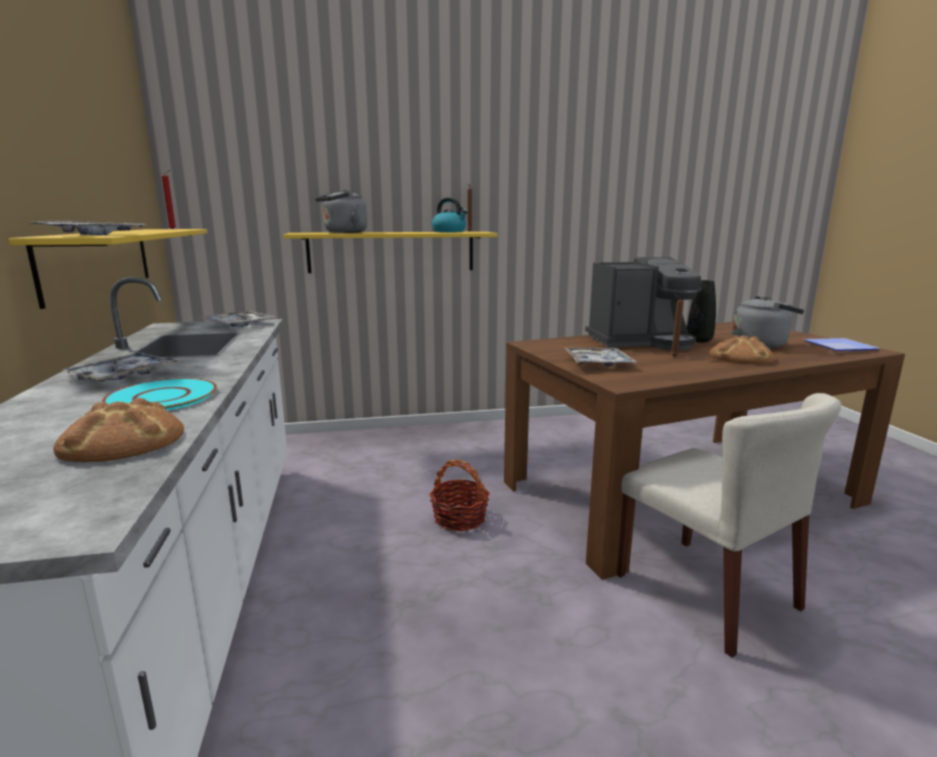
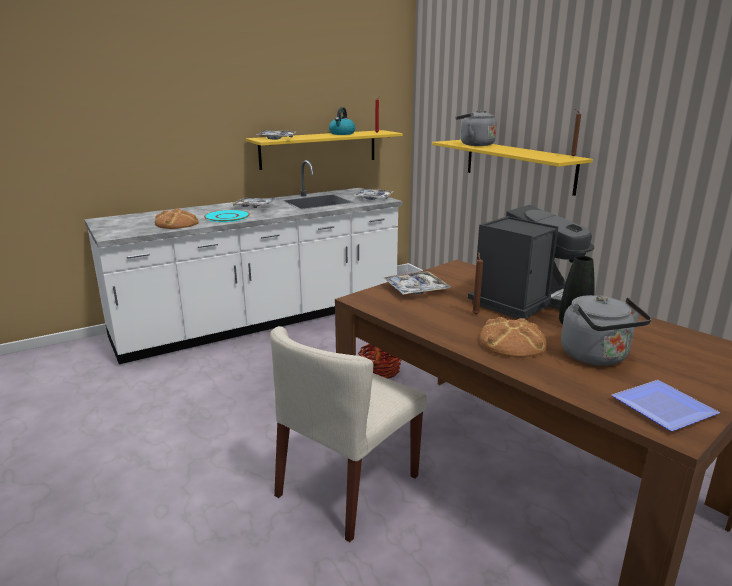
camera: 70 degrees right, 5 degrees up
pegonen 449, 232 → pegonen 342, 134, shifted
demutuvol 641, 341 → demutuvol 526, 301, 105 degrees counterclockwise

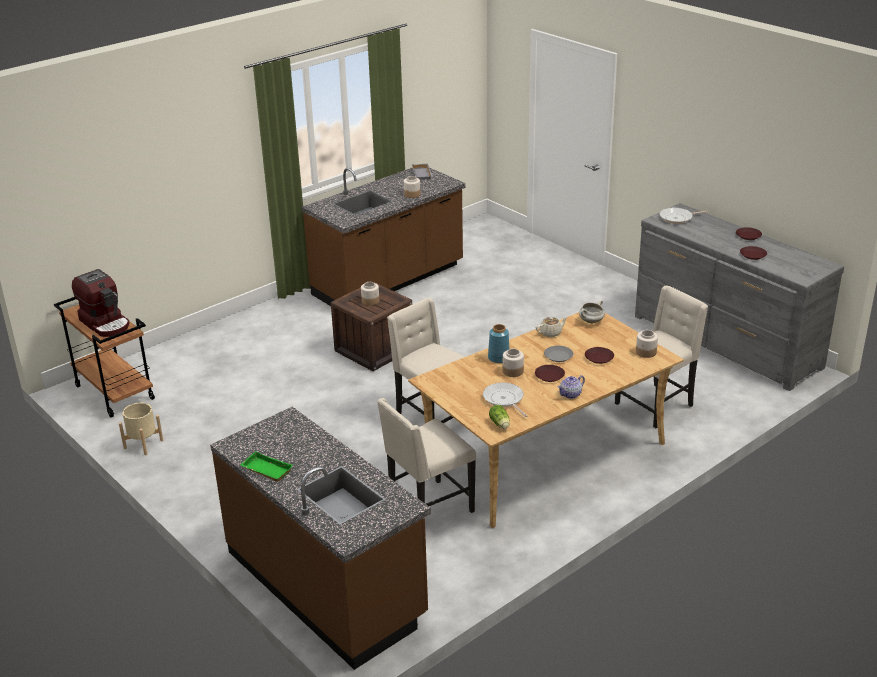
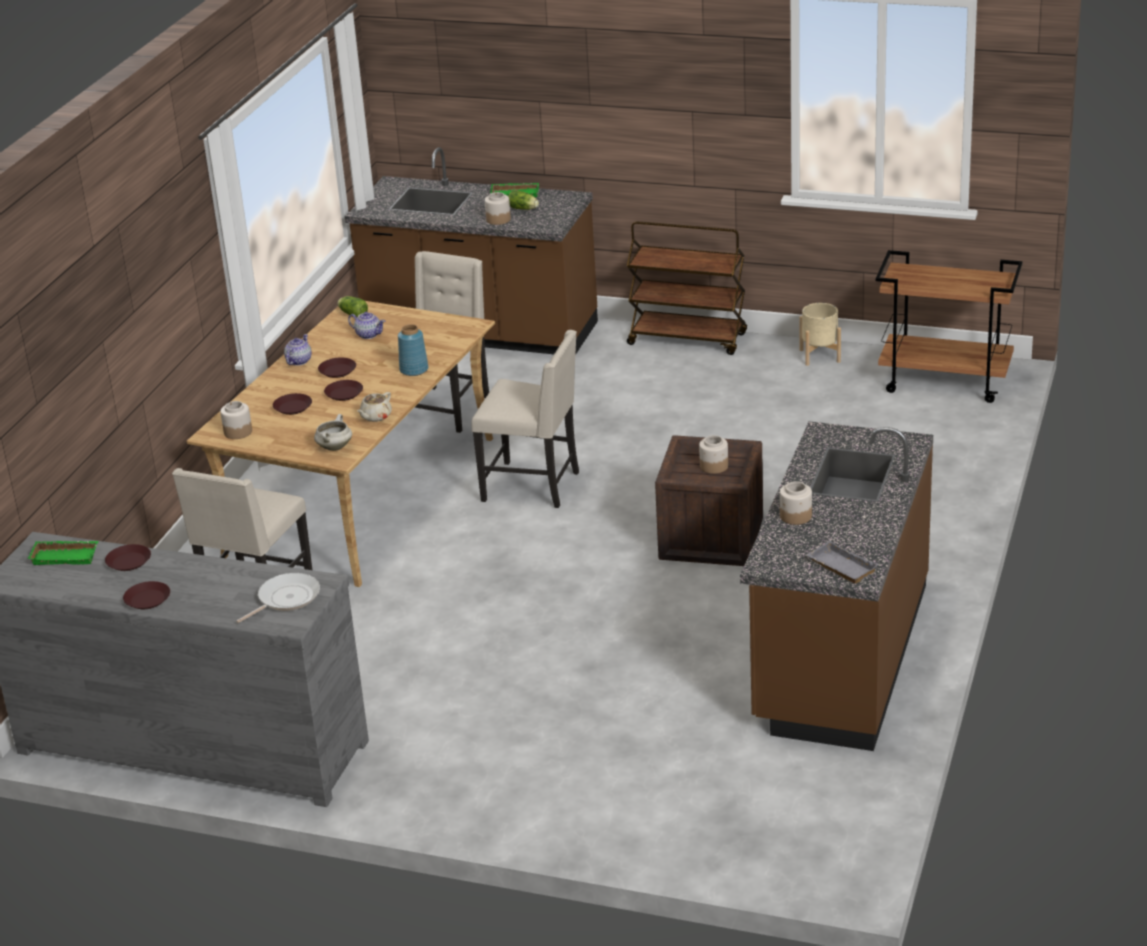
camera: 150 degrees right, 0 degrees up
demutuvol 106, 323 → -
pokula 504, 399 → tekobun 368, 334
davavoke 513, 371 → davavoke 498, 219, shifted
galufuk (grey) 558, 356 → galufuk (brown) 343, 394
- → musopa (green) 66, 556
- → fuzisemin 524, 209
- → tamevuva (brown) 688, 339

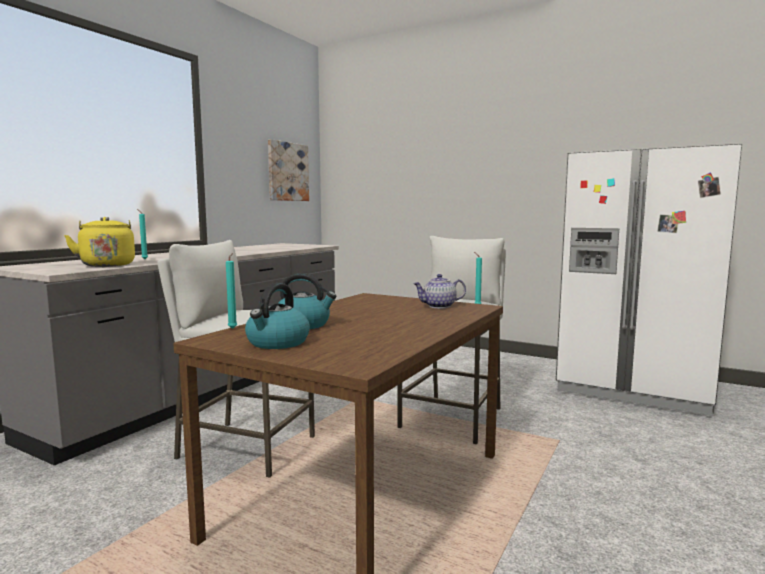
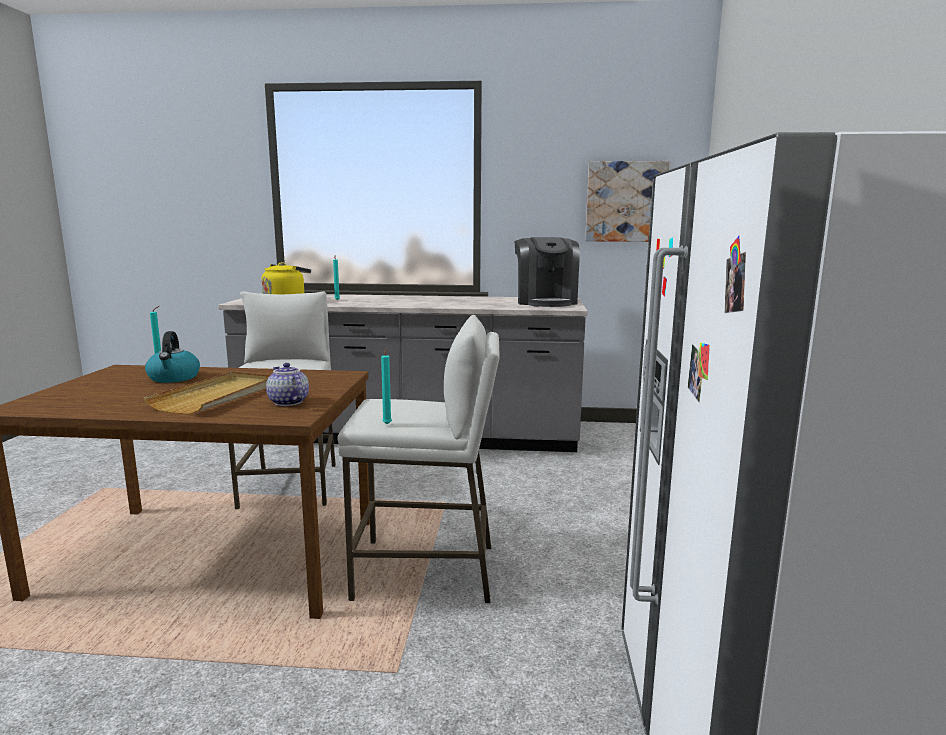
camera: 65 degrees right, 5 degrees up
pegonen 277, 343 → -
- → musopa (beige) 218, 396
- → demutuvol 545, 302

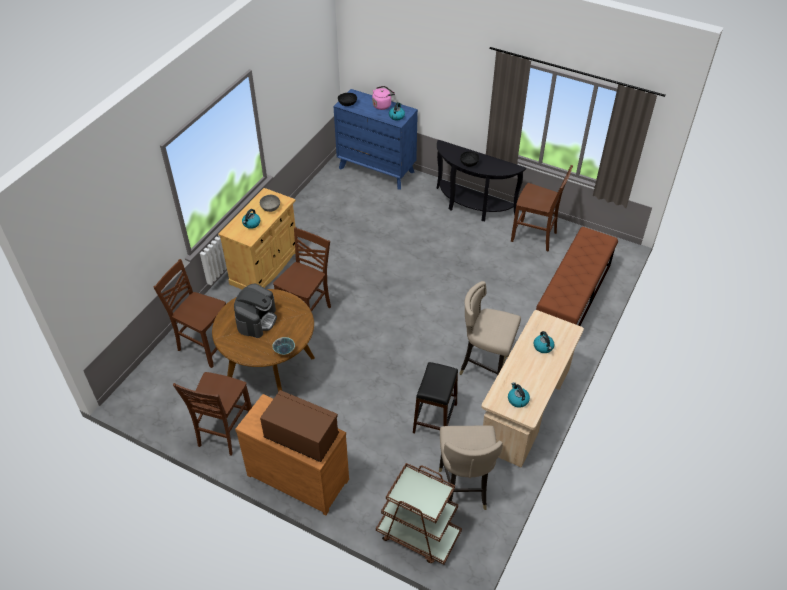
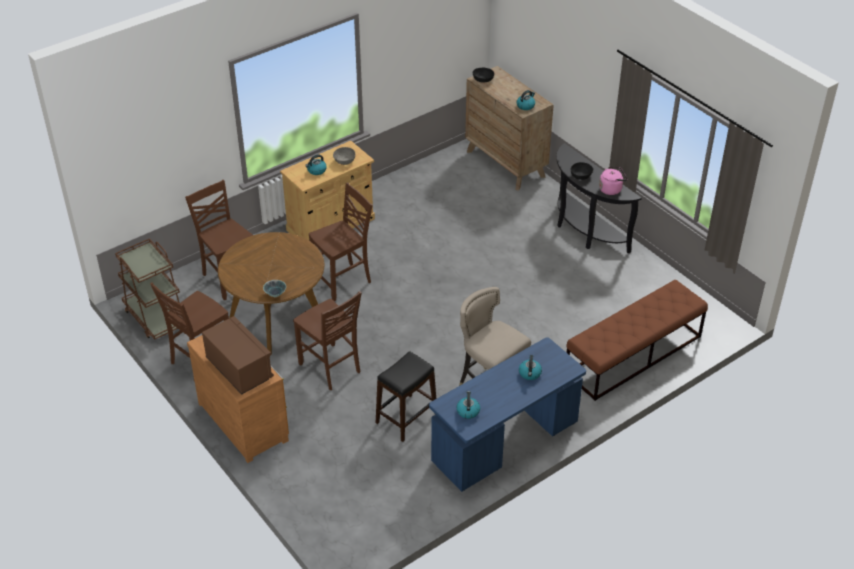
camera: 25 degrees right, 5 degrees down
demutuvol 257, 320 → -
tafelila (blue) 376, 170 → tafelila (brown) 505, 164
pegonen (pink) 382, 105 → pegonen (pink) 611, 189, shifted
tamevuva (brown) 418, 534 → tamevuva (brown) 155, 318, shifted
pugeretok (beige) 464, 488 → -
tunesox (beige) 526, 409 → tunesox (blue) 505, 442
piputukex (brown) 535, 237 → piputukex (brown) 331, 368, shifted

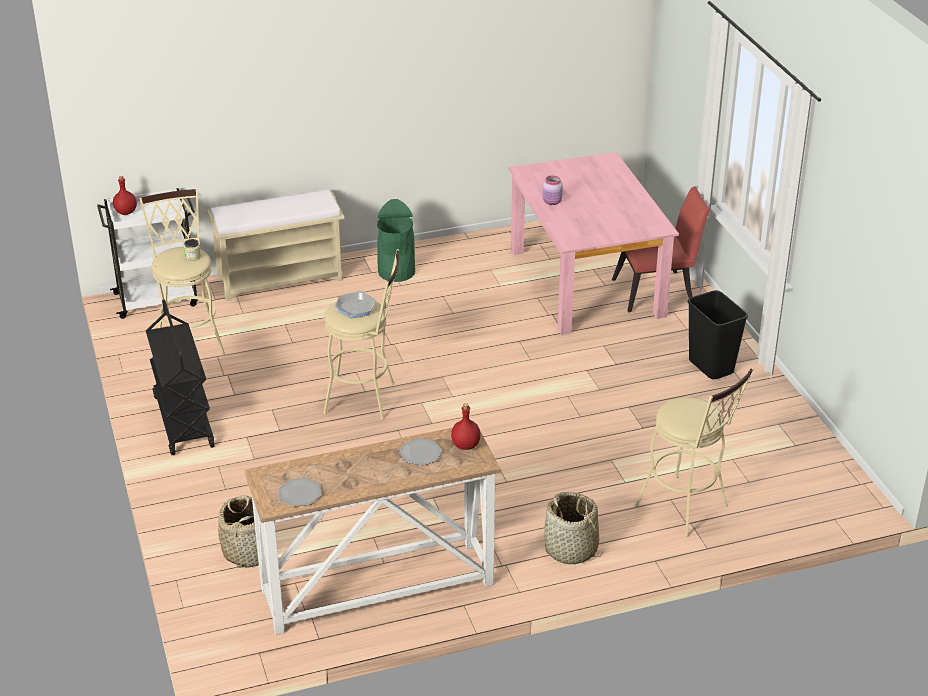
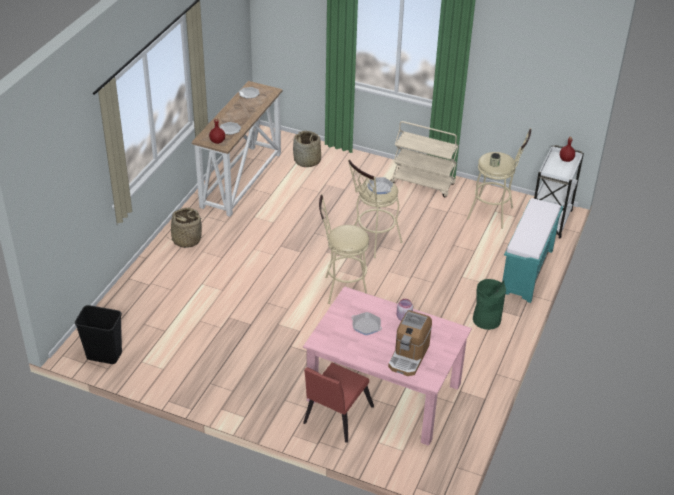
camera: 130 degrees right, 5 degrees up
tamevuva (black) 183, 421 → tamevuva (beige) 423, 183
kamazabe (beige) 281, 278 → kamazabe (turquoise) 527, 272
pugeretok (beige) 687, 509 → pugeretok (beige) 341, 289, shifted
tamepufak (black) 712, 367 → tamepufak (black) 104, 356, shifted
- → pokula 366, 326
- → demutuvol 409, 356

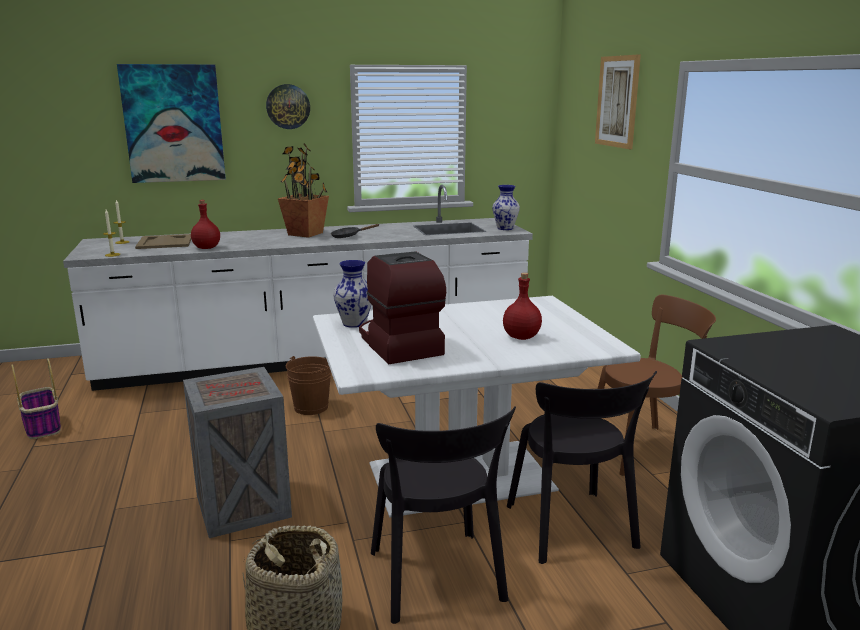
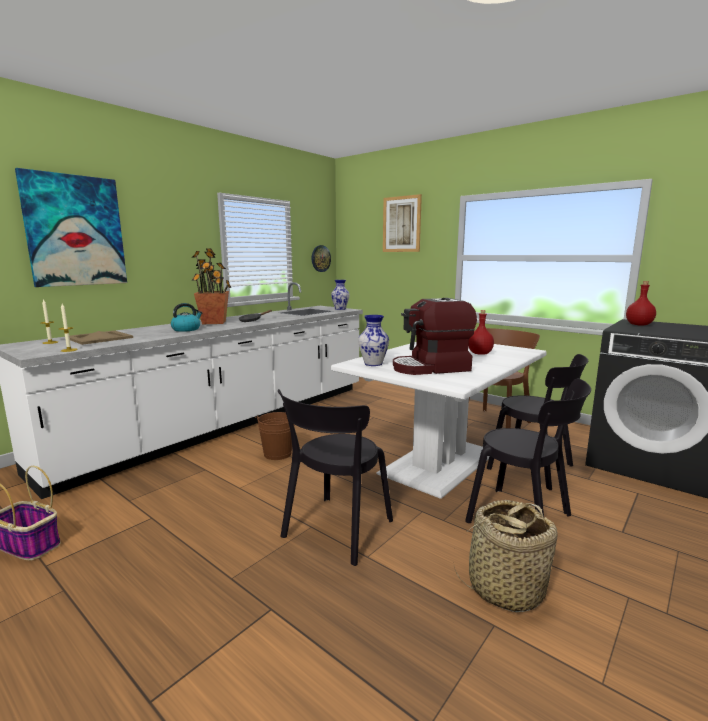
camera: 35 degrees left, 5 degrees down
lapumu 241, 505 → piputukex (black) 335, 531
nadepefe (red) 206, 248 → nadepefe (red) 639, 325, shifted
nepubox 288, 106 → nepubox 320, 258, shifted
demutuvol 398, 345 → demutuvol 431, 368, 45 degrees counterclockwise
- → pegonen 186, 329

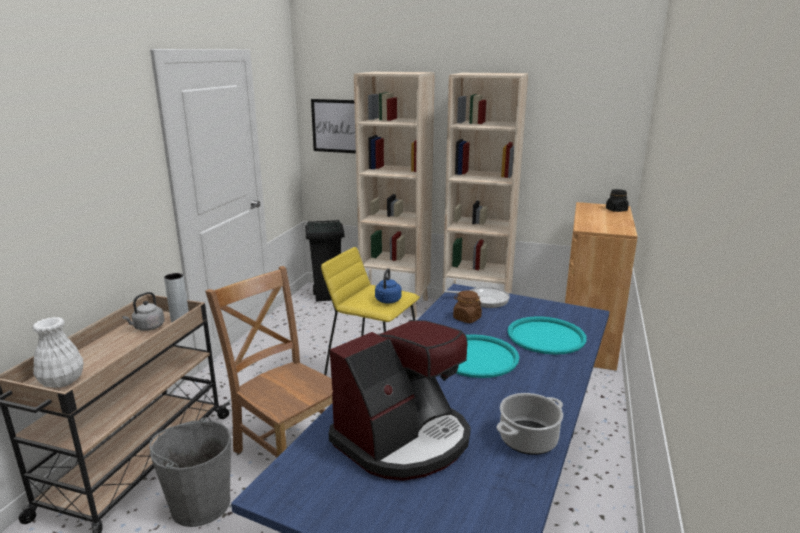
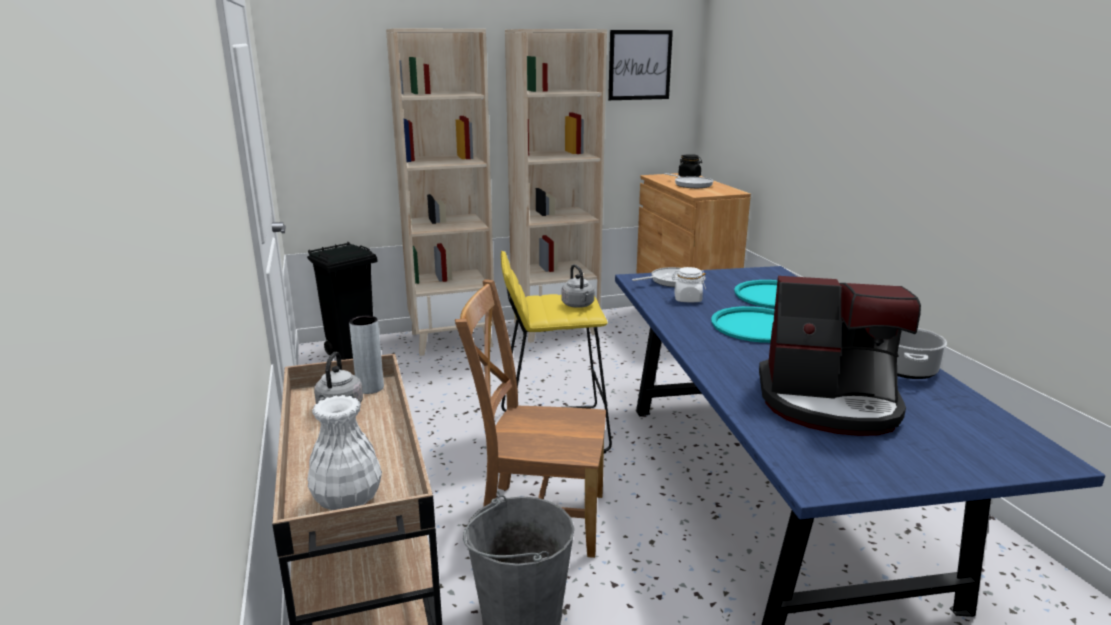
camera: 35 degrees left, 0 degrees up
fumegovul 336, 126 → fumegovul 639, 65, shifted
demutuvol 404, 439 → demutuvol 829, 403, 90 degrees clockwise
pegonen (blue) 387, 301 → pegonen (grey) 578, 305
davavoke (brown) 466, 318 → davavoke (white) 687, 299
- → pokula 691, 184

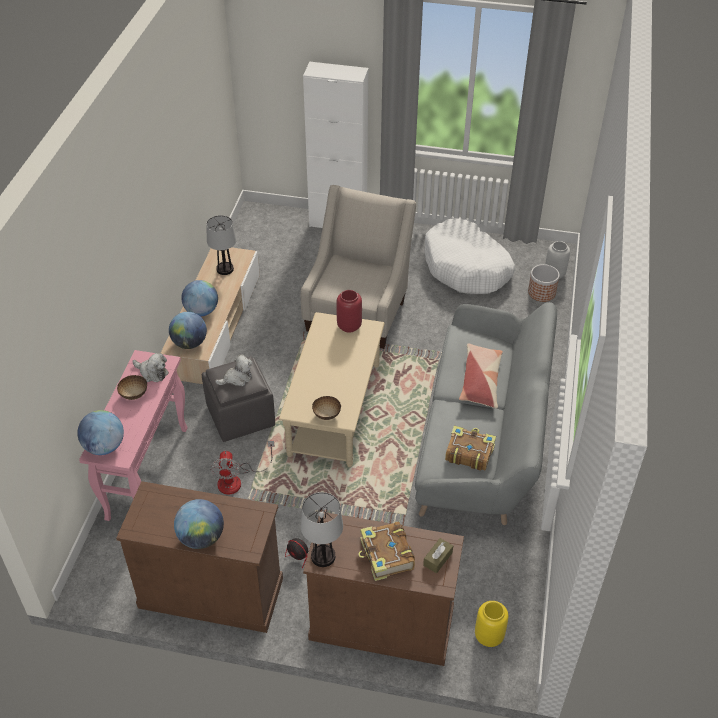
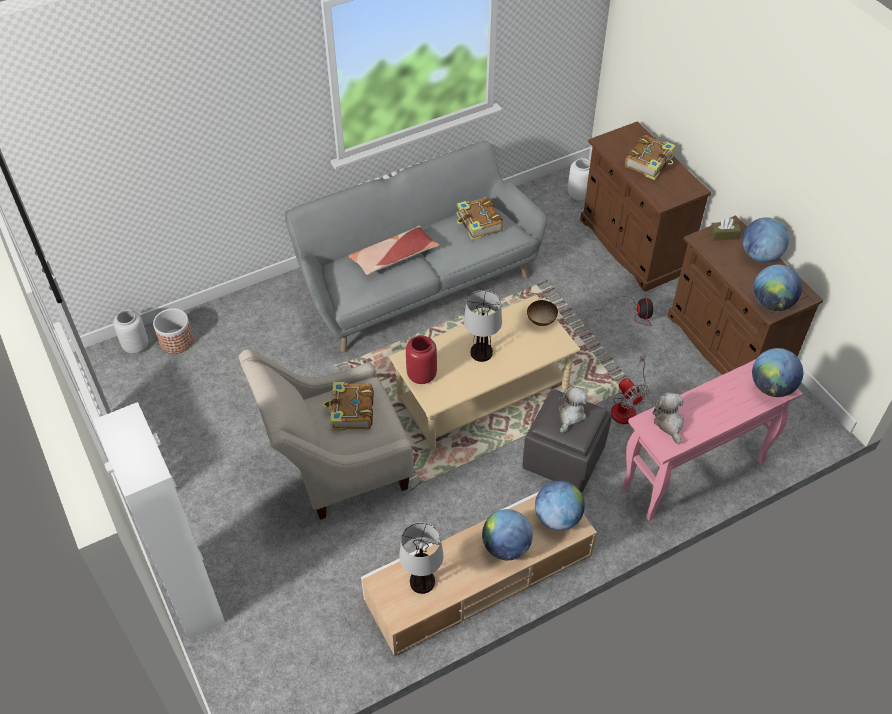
camera: 130 degrees left, 5 degrees up
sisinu 134, 394 → -
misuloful 237, 480 → misuloful 626, 406, 105 degrees clockwise
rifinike 237, 378 → rifinike 570, 415, 90 degrees clockwise
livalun 322, 556 → livalun 481, 353, shifted
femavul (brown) 437, 559 → femavul (brown) 724, 235, shifted
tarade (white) 466, 267 → -
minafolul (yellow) 489, 637 → minafolul (white) 579, 194
- → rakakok 351, 412
- → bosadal 772, 303

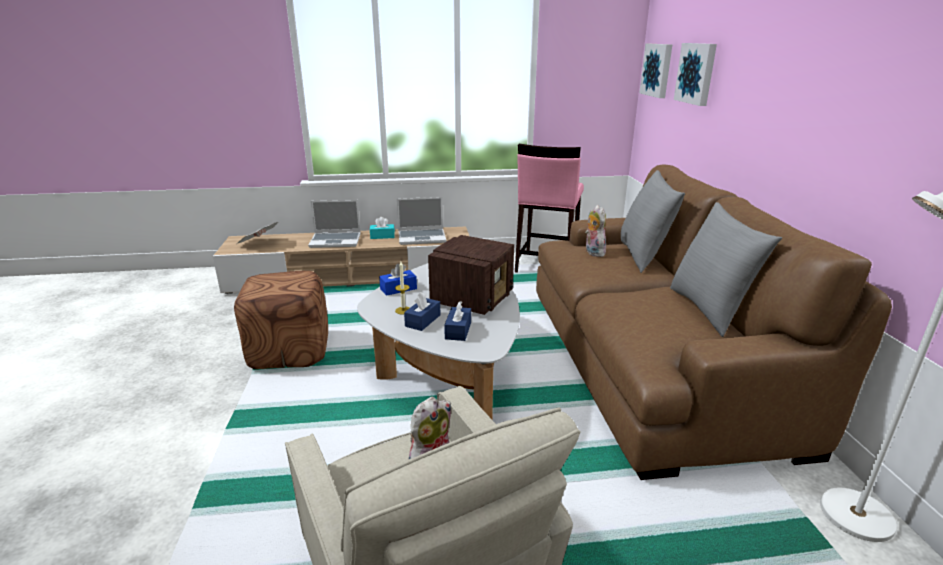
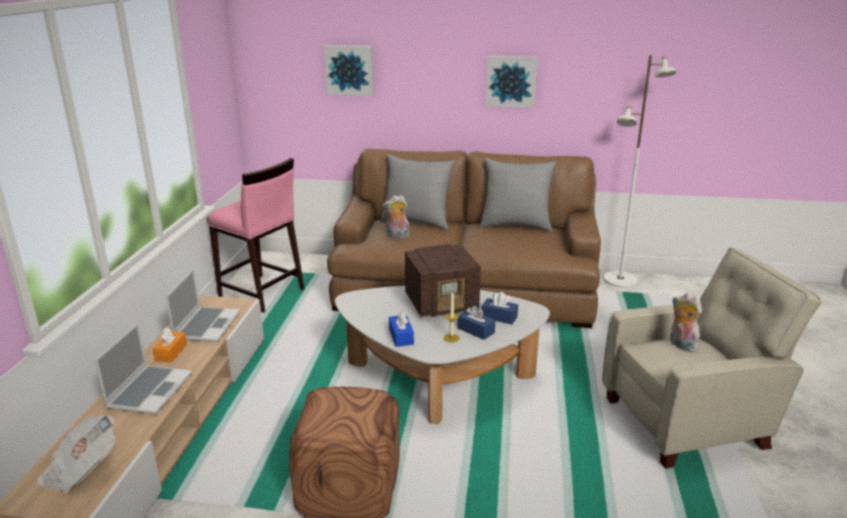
camera: 75 degrees left, 0 degrees up
femavul (turquoise) 382, 236 → femavul (orange) 171, 352
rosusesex 473, 299 → rosusesex 442, 303, 120 degrees clockwise
fumegovul 657, 70 → fumegovul 511, 81, shifted

